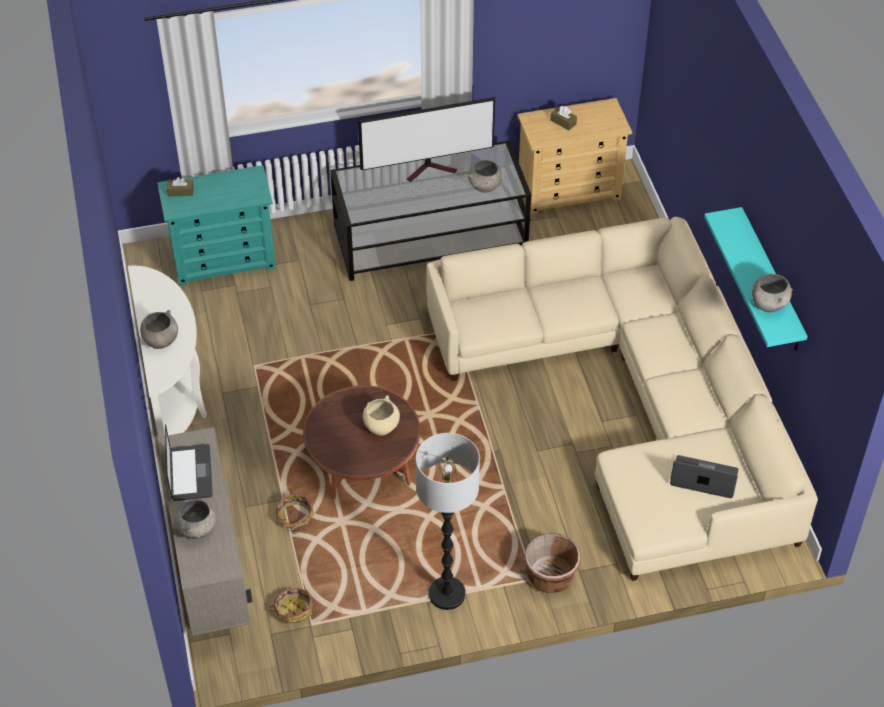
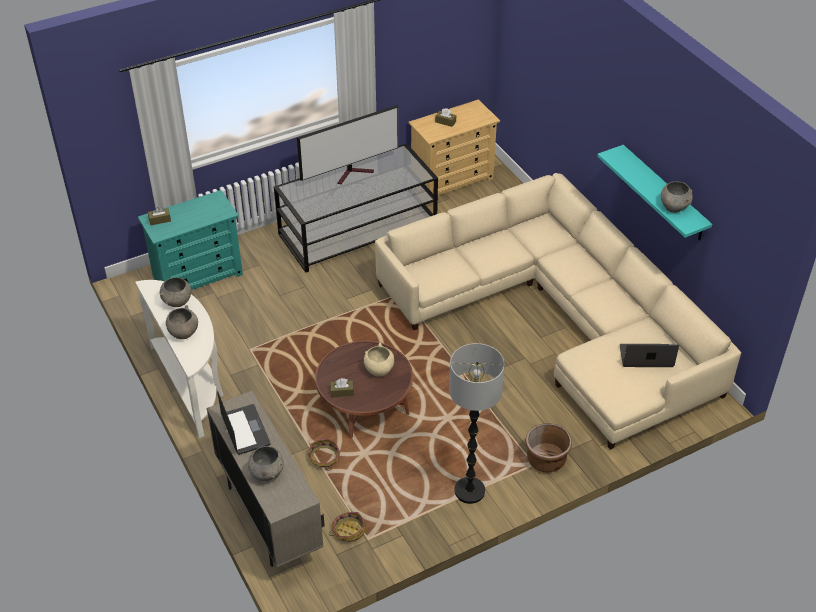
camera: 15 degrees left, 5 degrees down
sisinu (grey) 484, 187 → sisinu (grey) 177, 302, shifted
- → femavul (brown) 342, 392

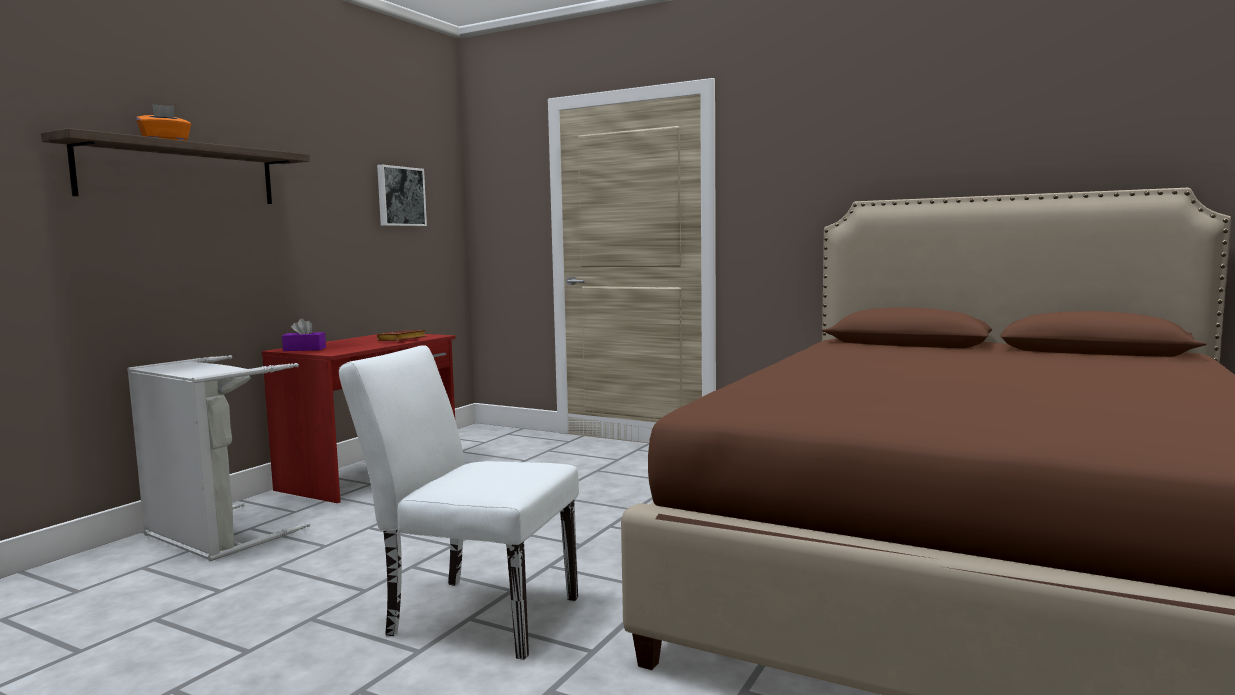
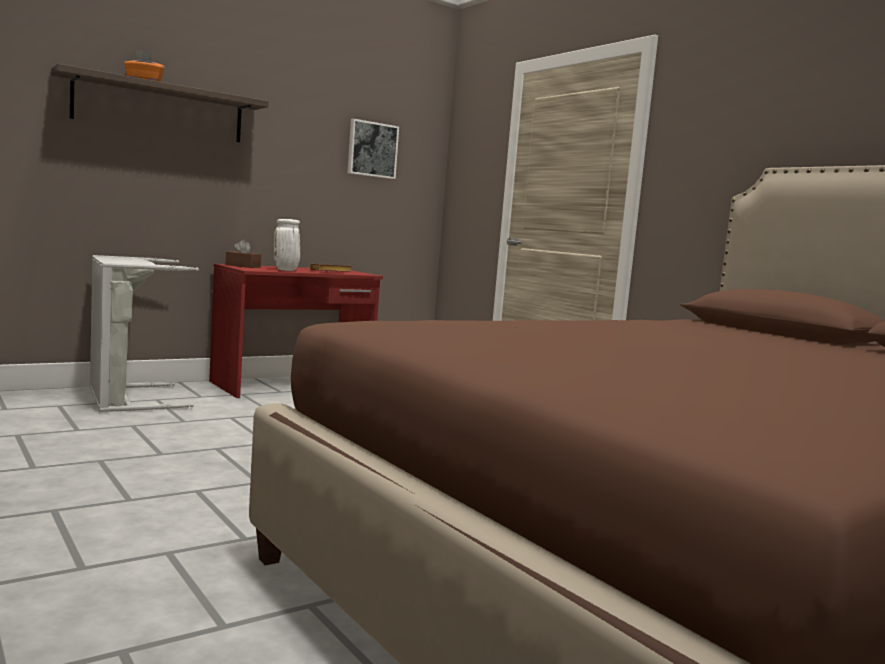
camera: 25 degrees right, 0 degrees up
femavul (purple) 304, 349 → femavul (brown) 243, 266
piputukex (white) 471, 614 → -
- → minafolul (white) 286, 270

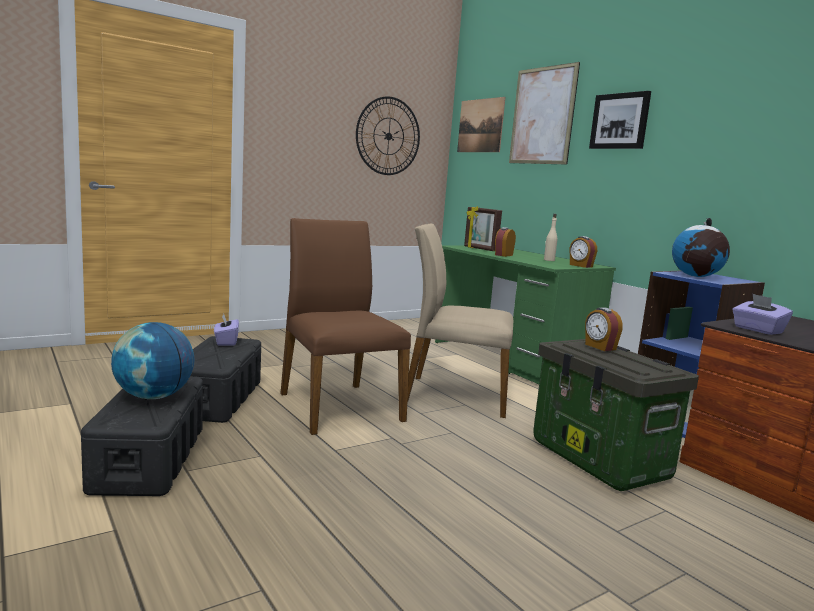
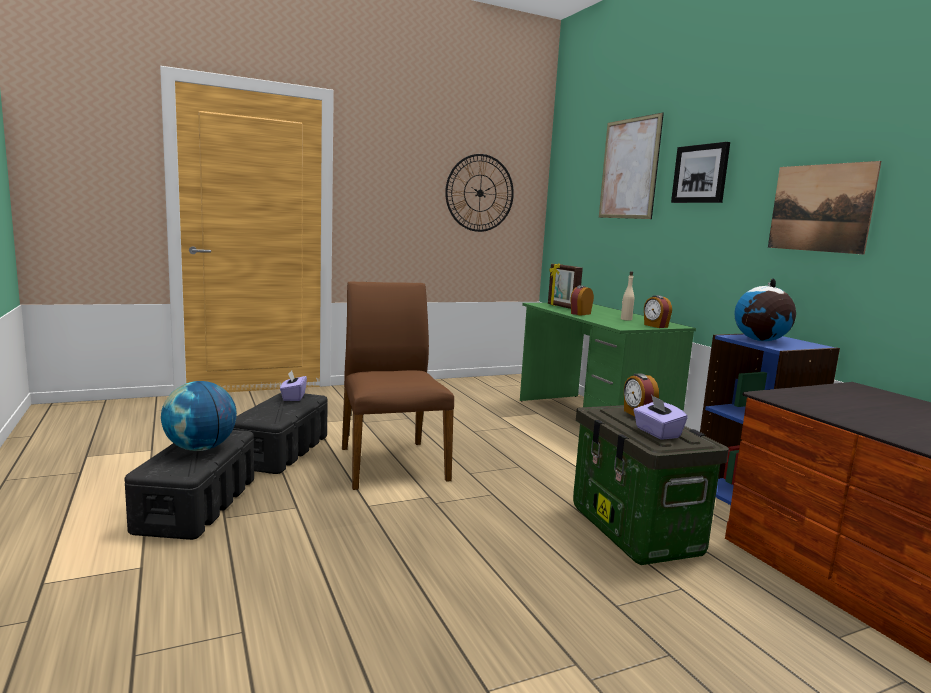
camera: 10 degrees right, 0 degrees up
piputukex (beige) 455, 395 → -
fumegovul 480, 125 → fumegovul 820, 208, shifted
femavul (purple) 757, 330 → femavul (purple) 657, 433, shifted

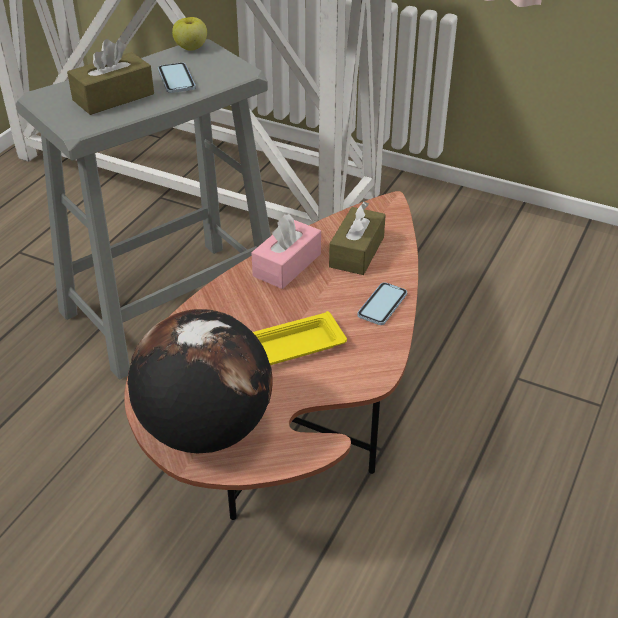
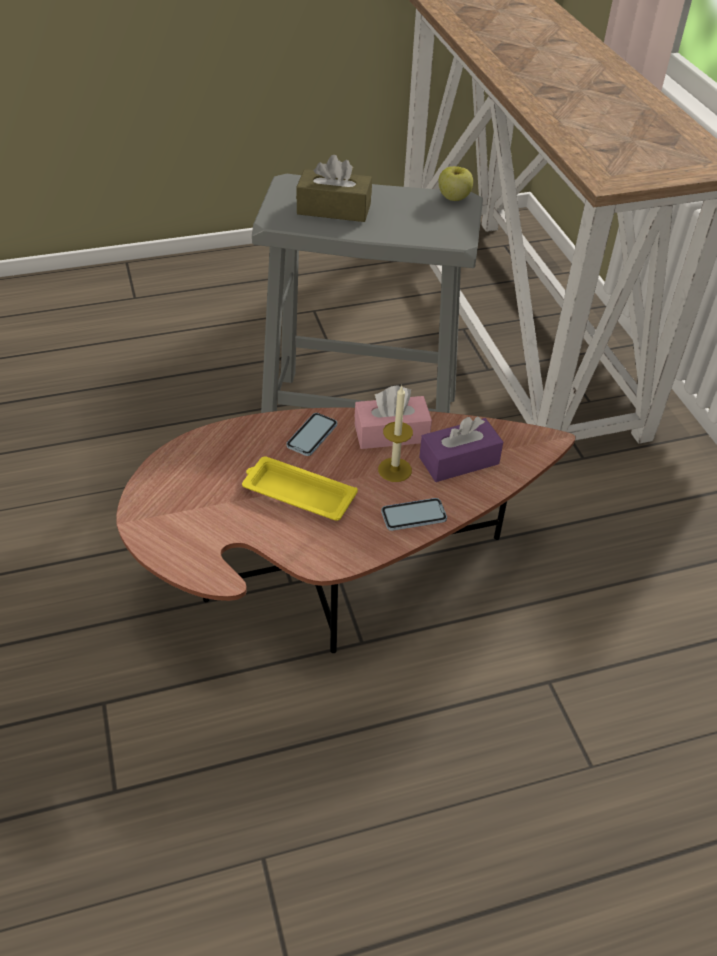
camera: 45 degrees right, 5 degrees up
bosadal 205, 429 → -
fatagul 176, 80 → fatagul 312, 436, shifted
femavul (brown) 357, 252 → femavul (purple) 459, 461
- → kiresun 394, 470

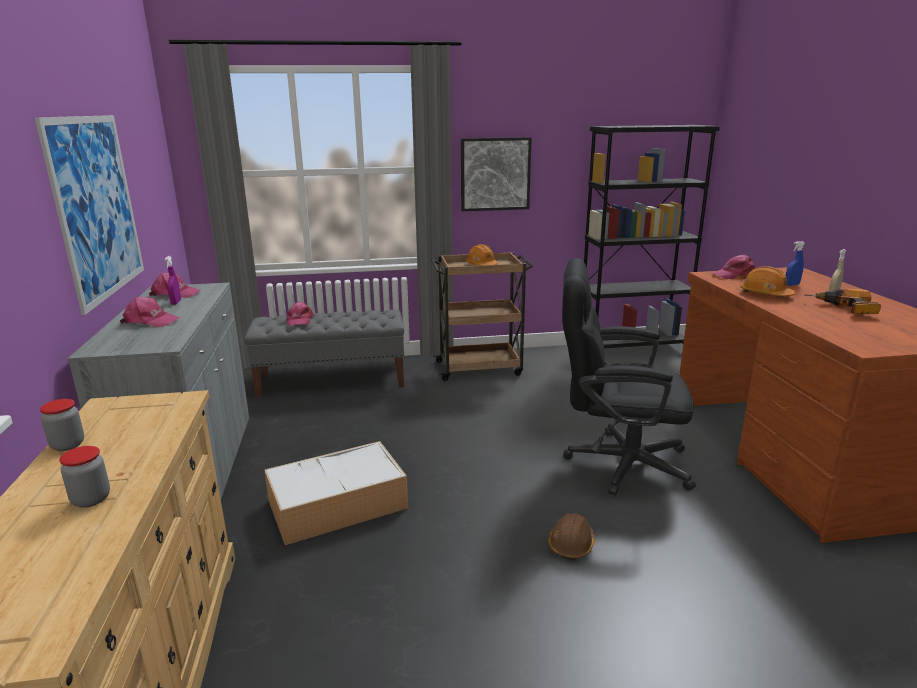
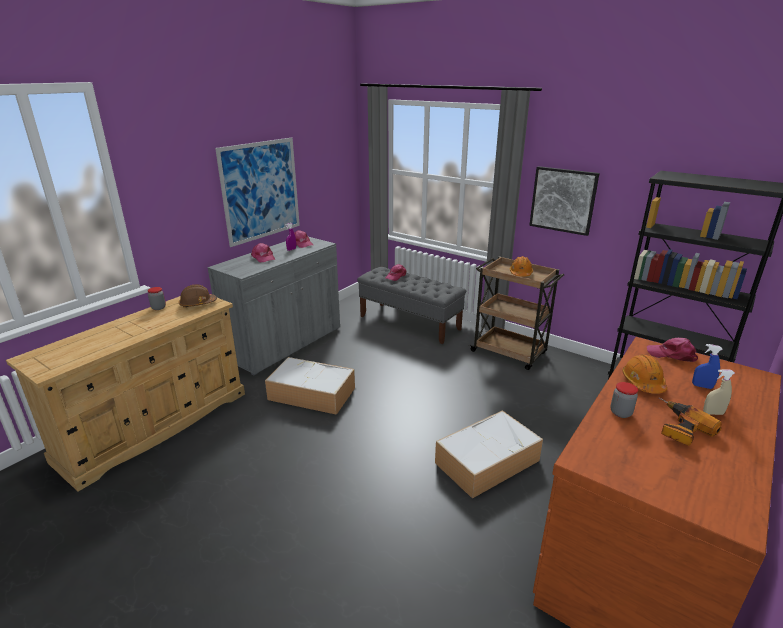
camera: 45 degrees right, 5 degrees up
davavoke 91, 499 → davavoke 620, 413, shifted
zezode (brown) 571, 544 → zezode (brown) 197, 304, shifted
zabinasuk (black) 615, 462 → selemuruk 488, 461

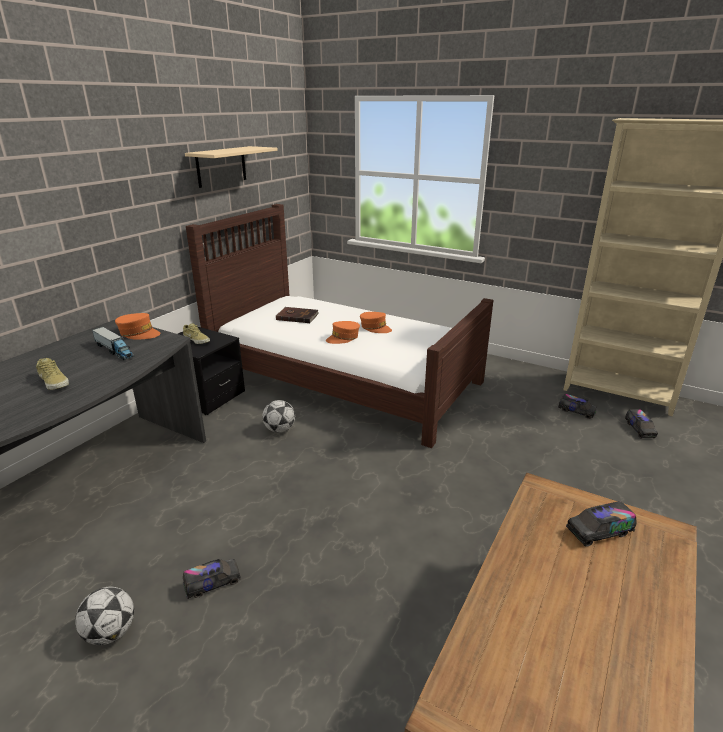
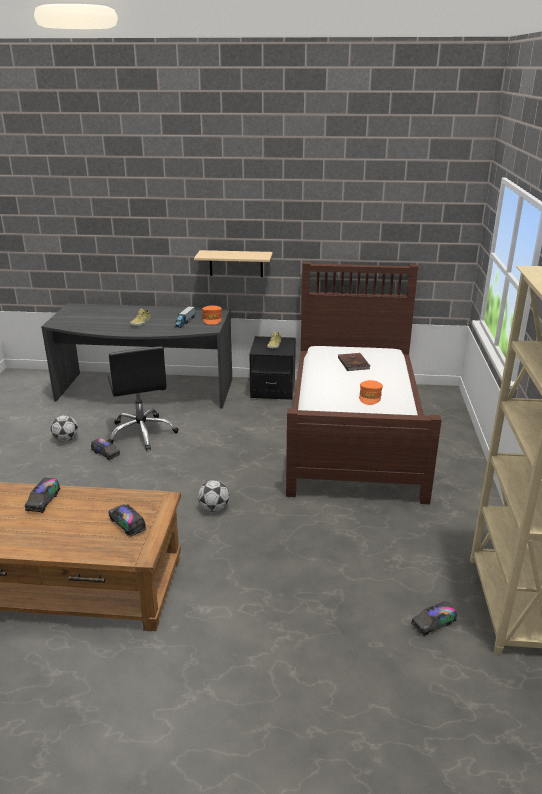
camera: 65 degrees right, 0 degrees up
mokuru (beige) 221, 166 → mokuru (beige) 236, 263, shifted
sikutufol 280, 430 → sikutufol 214, 508, shifted
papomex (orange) 343, 338 → -
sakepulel 576, 411 → sakepulel 43, 501, shifted
- → zabinasuk (black) 142, 433

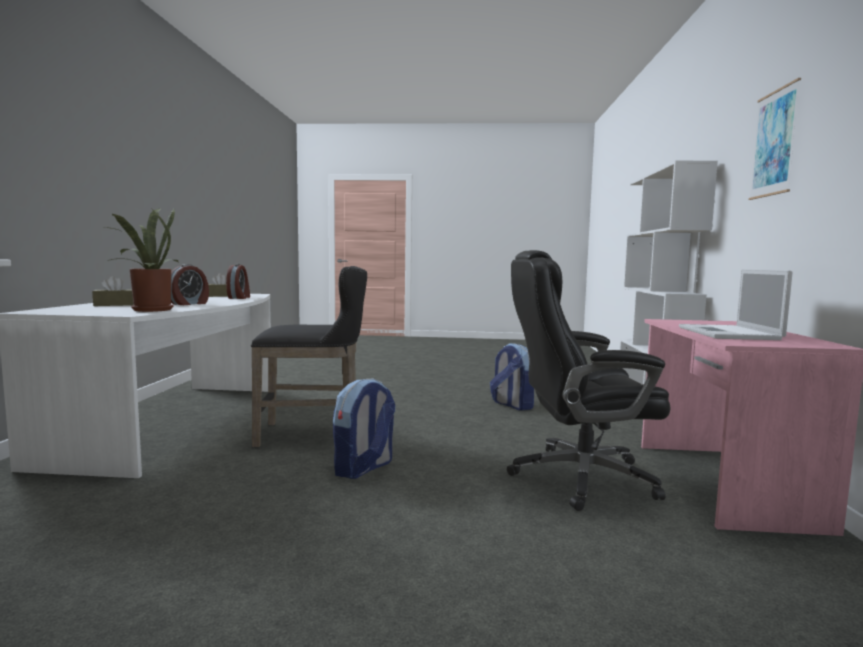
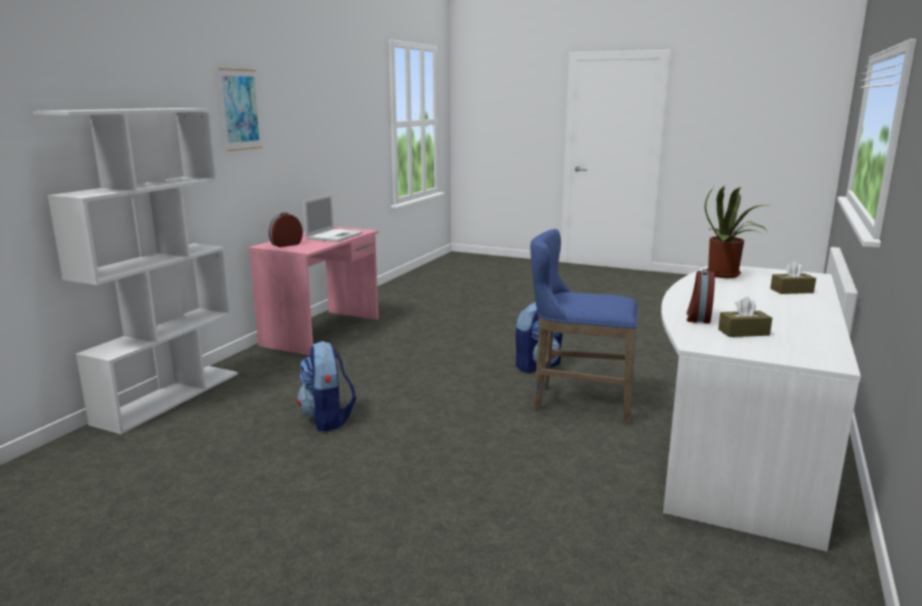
camera: 160 degrees left, 10 degrees up
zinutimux 189, 304 → zinutimux 286, 244, shifted
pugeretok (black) 315, 434 → pugeretok (blue) 577, 402
zabinasuk (black) 578, 477 → -

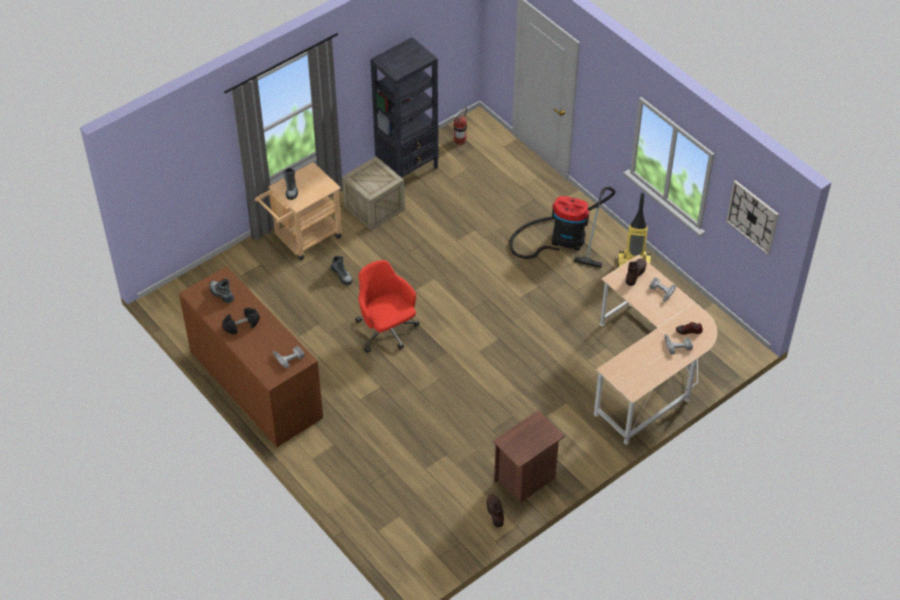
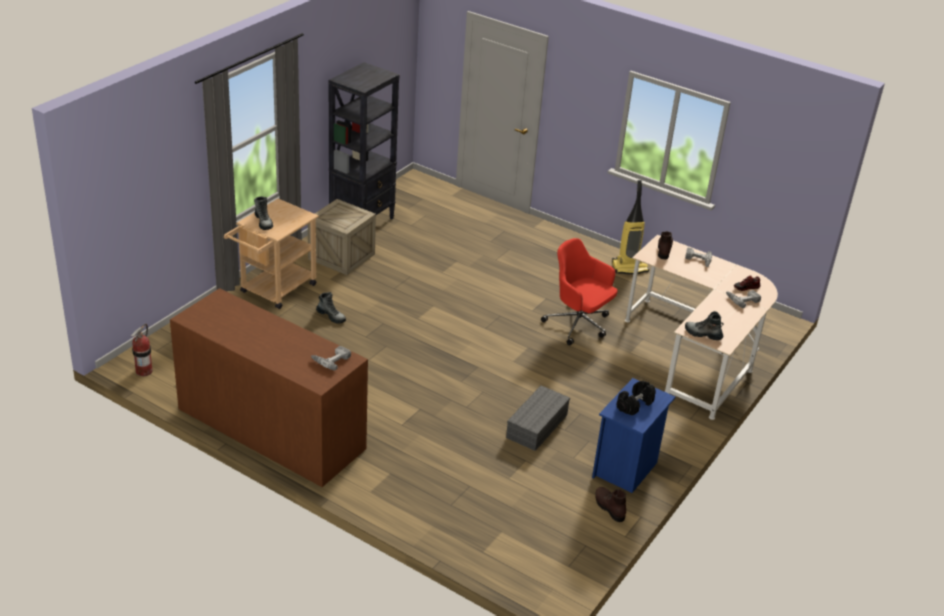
camera: 20 degrees left, 15 degrees down
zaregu 221, 294 → zaregu 703, 334, shifted
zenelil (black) 241, 325 → zenelil (black) 634, 404, shifted
zabinasuk (red) 387, 331 → zabinasuk (red) 578, 325, shifted
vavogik 460, 140 → vavogik 144, 371, shifted
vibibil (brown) 526, 479 → vibibil (blue) 626, 469
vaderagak 564, 239 → -
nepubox 752, 217 → -
- → selemuruk (grey) 536, 425

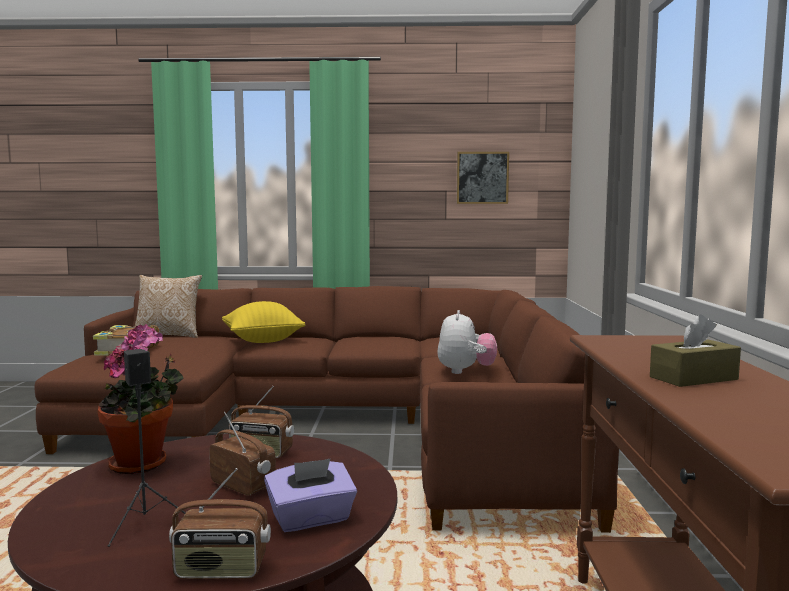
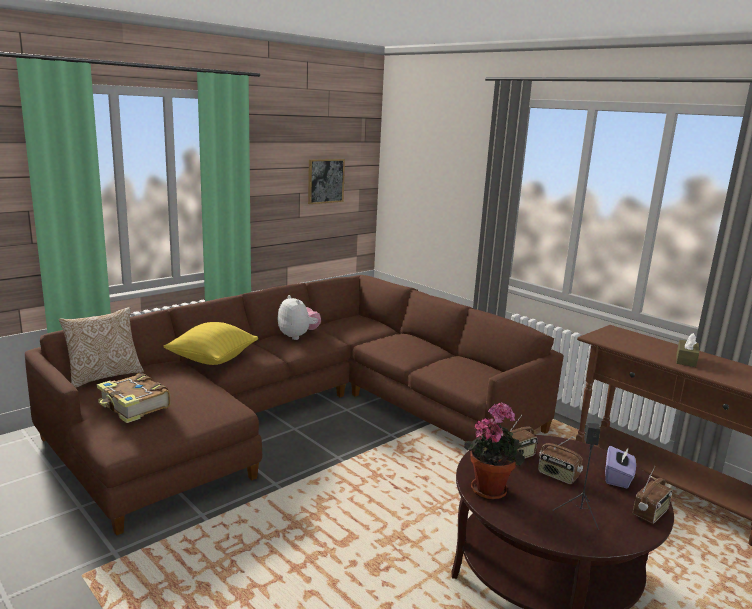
camera: 45 degrees left, 10 degrees up
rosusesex 244, 485 → rosusesex 557, 476, 135 degrees counterclockwise
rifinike 465, 371 → rifinike 298, 336, shifted

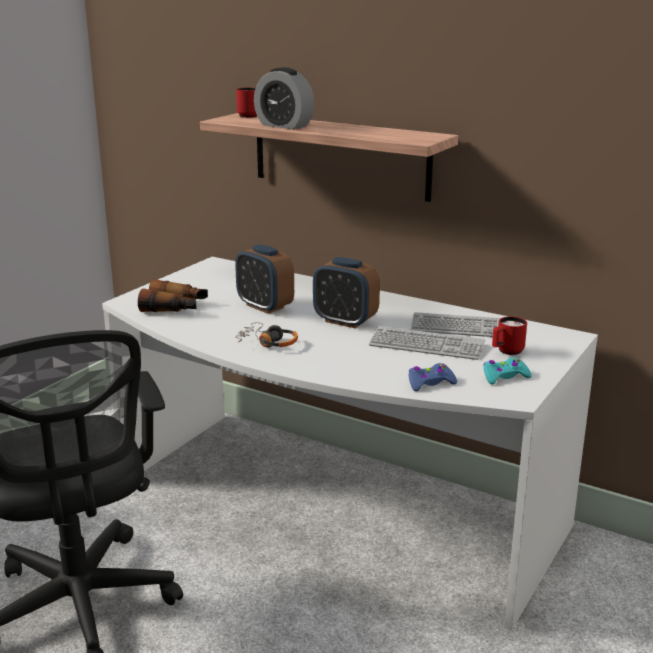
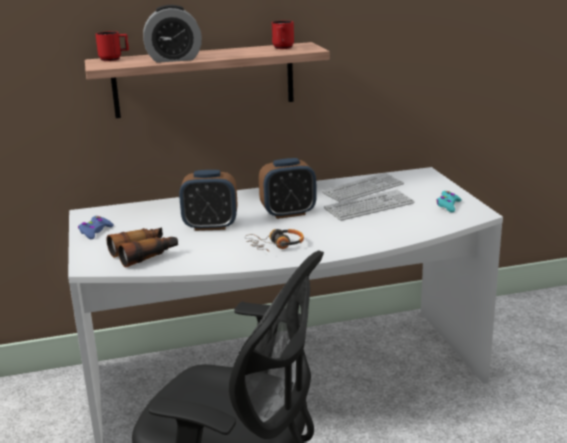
camera: 45 degrees left, 0 degrees up
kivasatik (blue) 430, 383 → kivasatik (blue) 95, 232, shifted
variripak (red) 506, 352 → variripak (red) 282, 48, shifted

